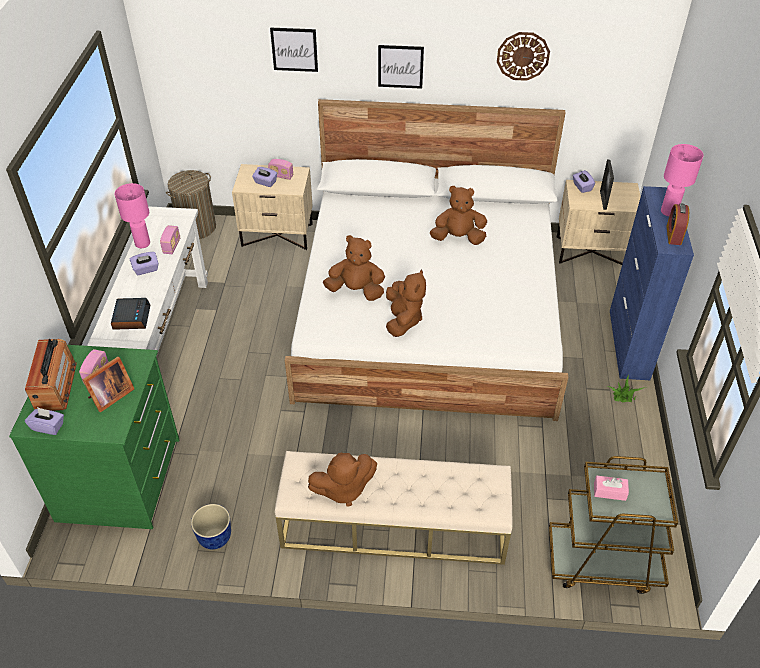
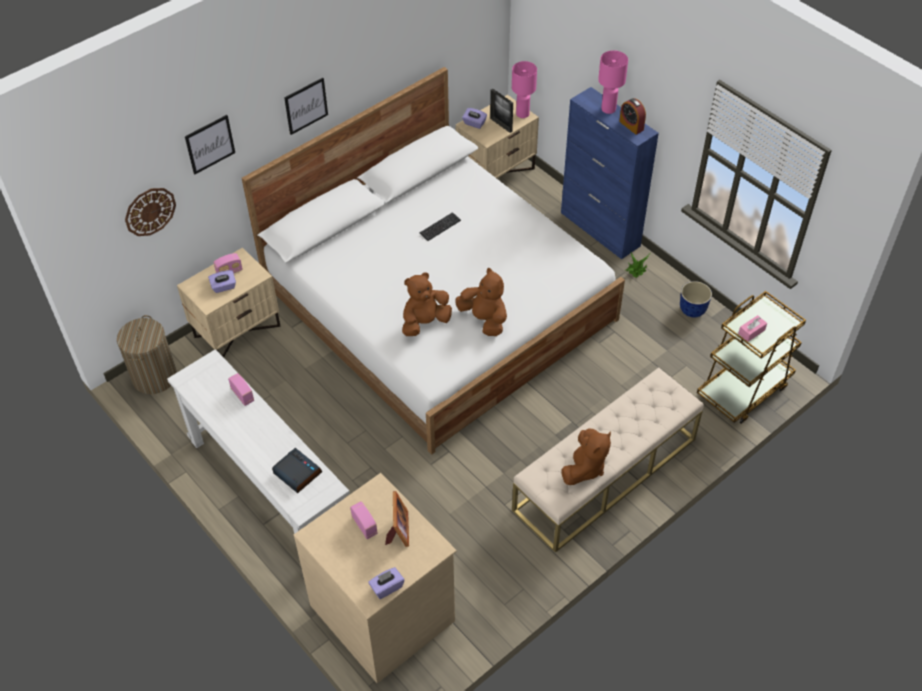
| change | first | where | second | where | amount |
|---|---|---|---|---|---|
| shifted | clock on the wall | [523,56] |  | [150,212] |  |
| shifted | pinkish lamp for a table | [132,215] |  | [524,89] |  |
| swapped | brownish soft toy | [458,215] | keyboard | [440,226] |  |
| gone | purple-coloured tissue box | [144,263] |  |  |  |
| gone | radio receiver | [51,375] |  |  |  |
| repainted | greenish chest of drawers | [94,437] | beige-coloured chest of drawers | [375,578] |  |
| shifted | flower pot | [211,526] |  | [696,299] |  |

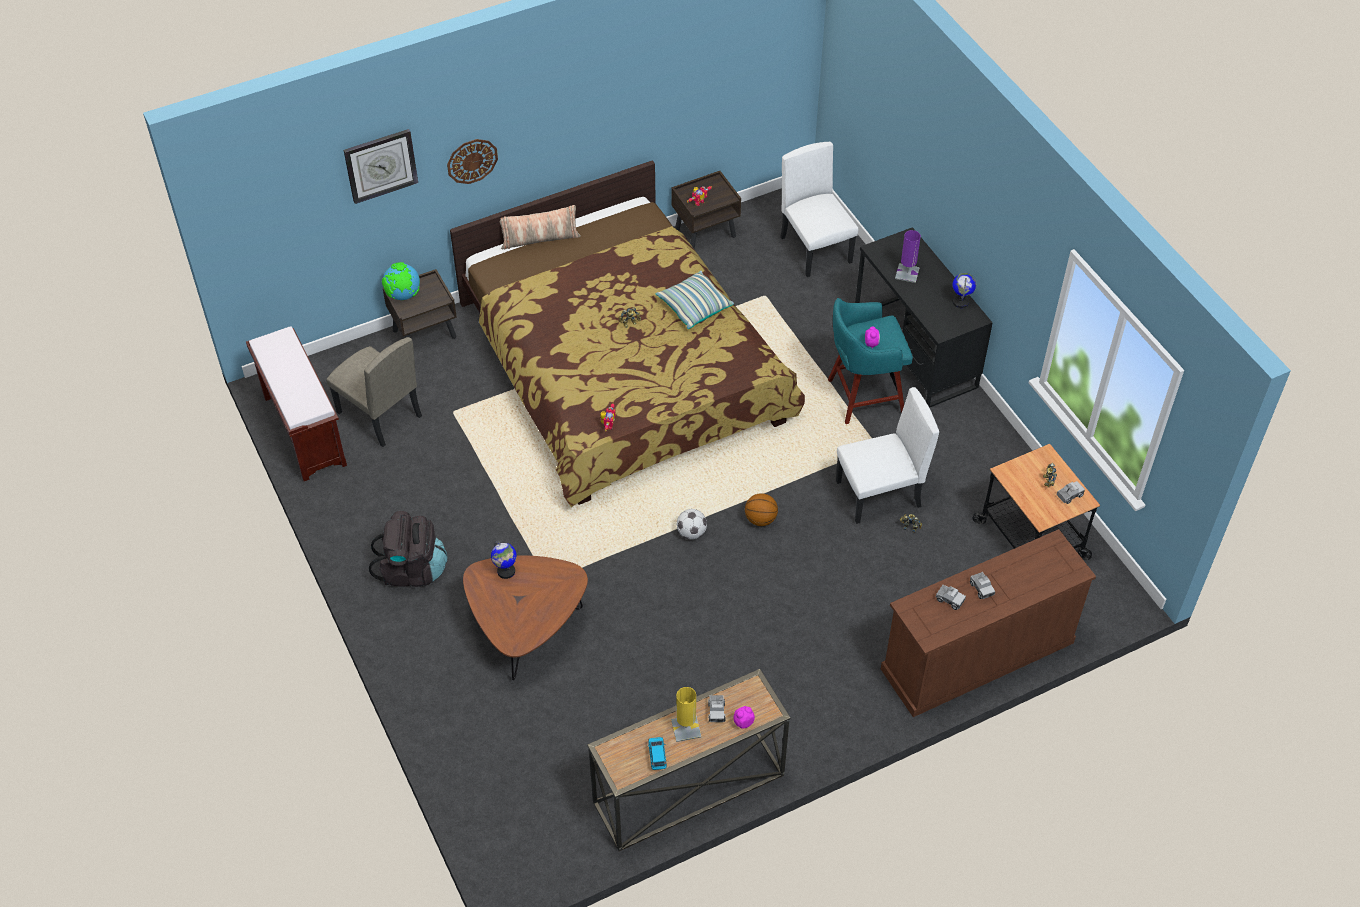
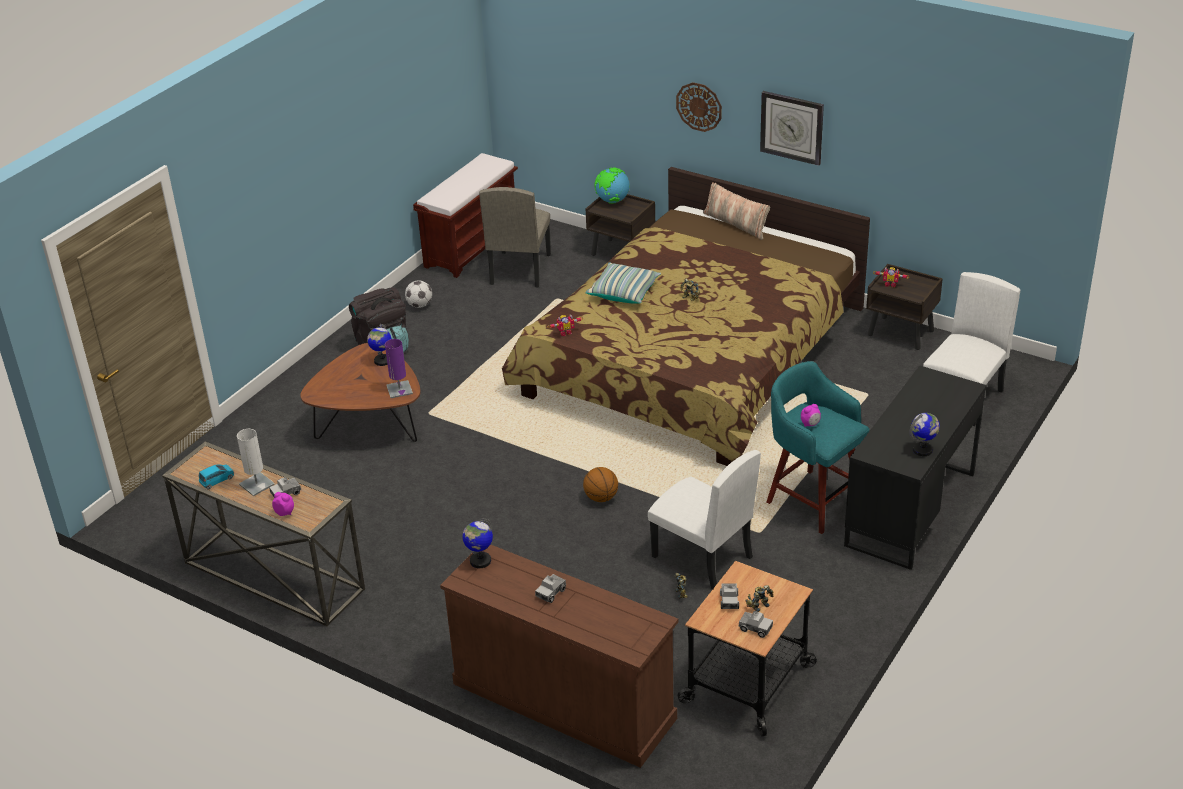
| change | first | where | second | where | amount |
|---|---|---|---|---|---|
| shifted | clock on the wall | [381,166] |  | [792,128] |  |
| shifted | purple-coloured lamp for a table | [908,256] |  | [399,368] |  |
| shifted | pillow | [695,300] |  | [623,283] |  |
| shifted | football ball | [692,524] |  | [418,294] |  |
| shifted | model truck | [951,597] |  | [729,596] |  |
| repainted | yellow lamp for a table | [686,714] | white-coloured lamp for a table | [256,462] |  |
| new |  |  | desk globe | [477,543] |  |

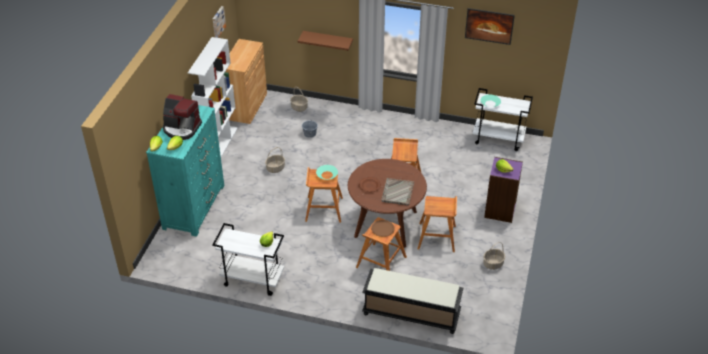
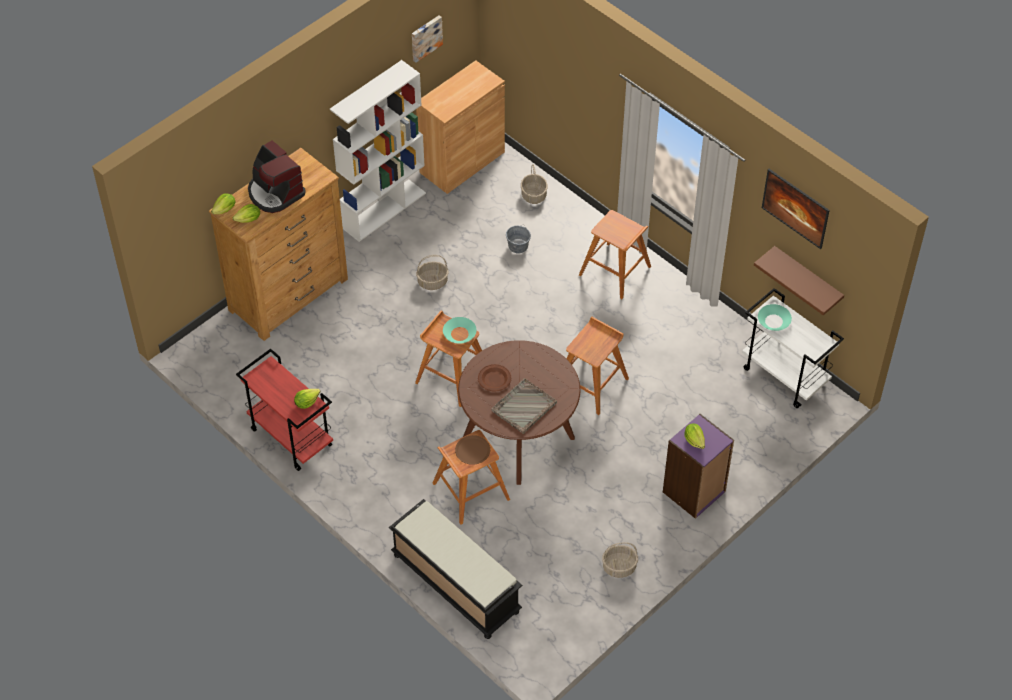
| change | first | where | second | where | amount |
|---|---|---|---|---|---|
| shifted | brownish wall shelf | [325,41] |  | [799,280] |  |
| repainted | blue-green chest of drawers | [185,171] | brownish chest of drawers | [278,244] |  |
| shifted | brownish stool | [437,224] |  | [615,254] |  |
| repainted | white-coloured wheeled cart | [248,259] | reddish wheeled cart | [284,410] |  |

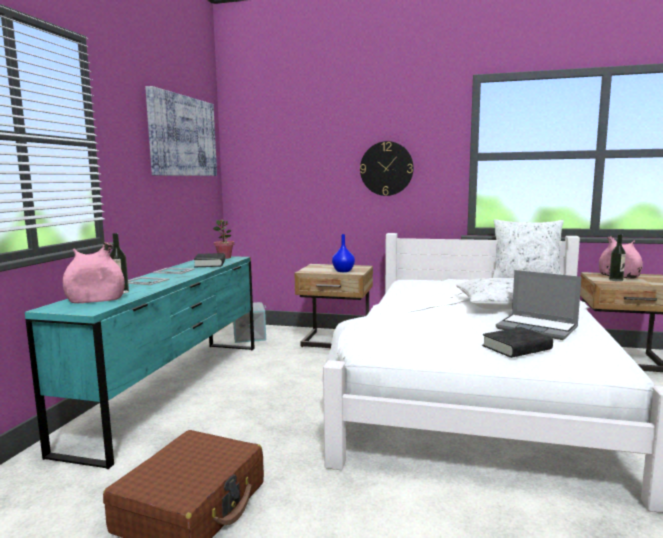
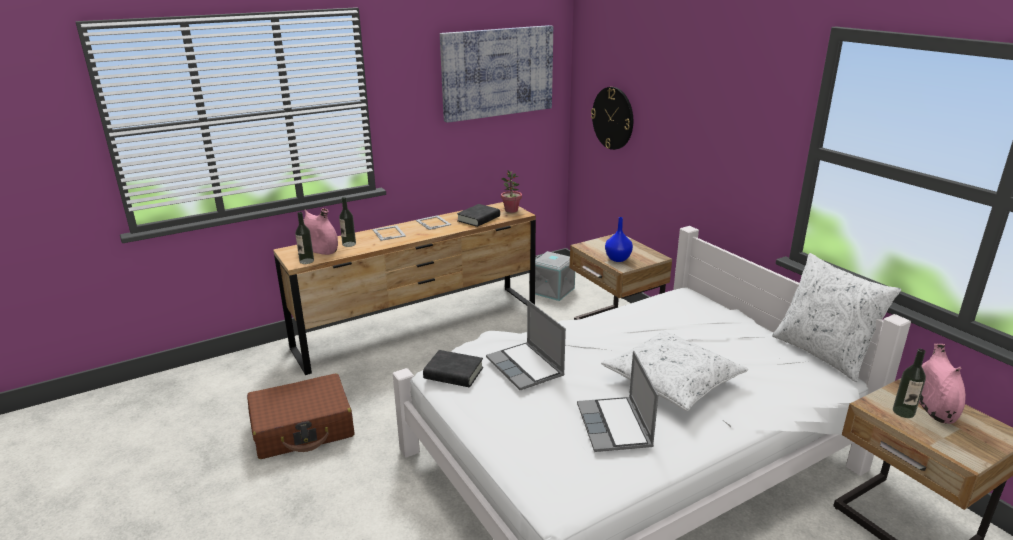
| change | first | where | second | where | amount |
|---|---|---|---|---|---|
| shifted | clock on the wall | [387,168] |  | [612,118] |  |
| repainted | blue-green chest of drawers | [140,362] | brownish chest of drawers | [404,288] |  |
| shifted | black-coloured bound book | [517,342] |  | [453,368] |  |
| new |  |  | beverage bottle | [304,238] |  |
| new |  |  | laptop | [526,345] |  |

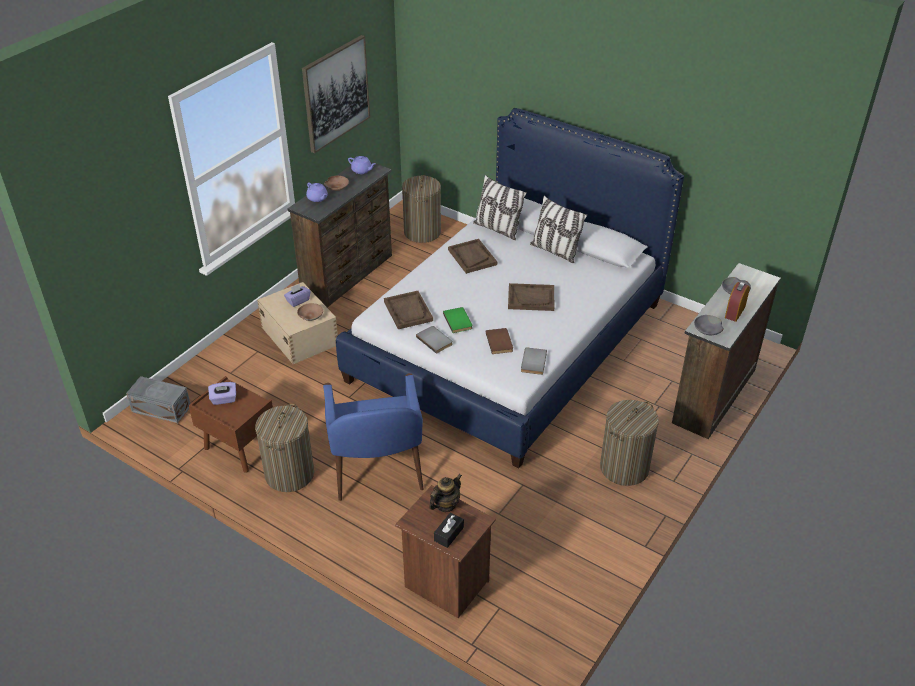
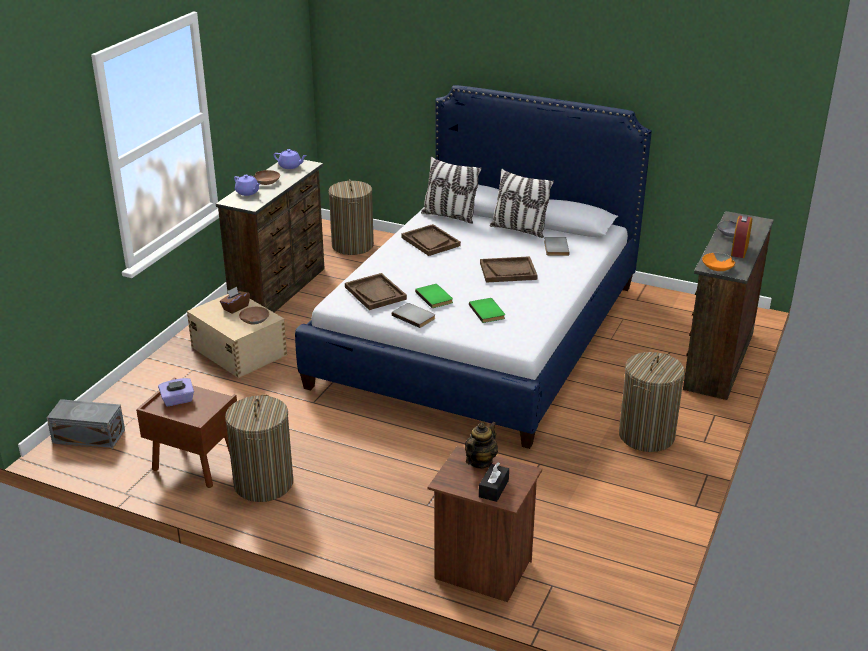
| change | first | where | second | where | amount |
|---|---|---|---|---|---|
| gone | picture | [336,94] |  |  |  |
| repainted | purple-coloured tissue box | [297,295] | brownish tissue box | [235,300] |  |
| repainted | grey deep dish | [709,325] | orange deep dish | [719,262] |  |
| repainted | brownish bound book | [499,341] | greenish bound book | [487,310] |  |
| shifted | grey bound book | [534,361] |  | [556,246] |  |
| gone | bluish easy chair | [373,437] |  |  |  |

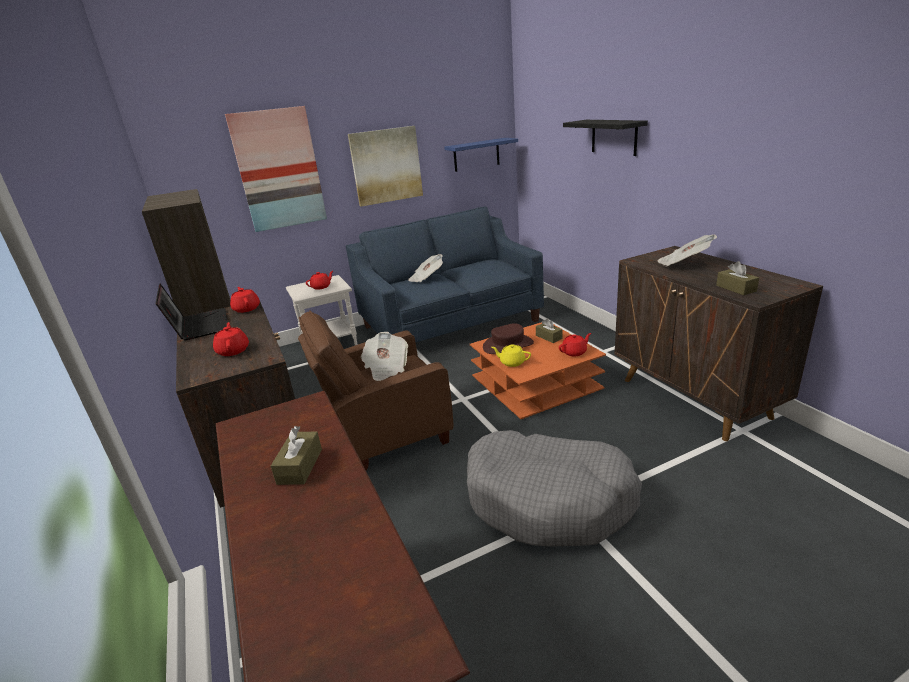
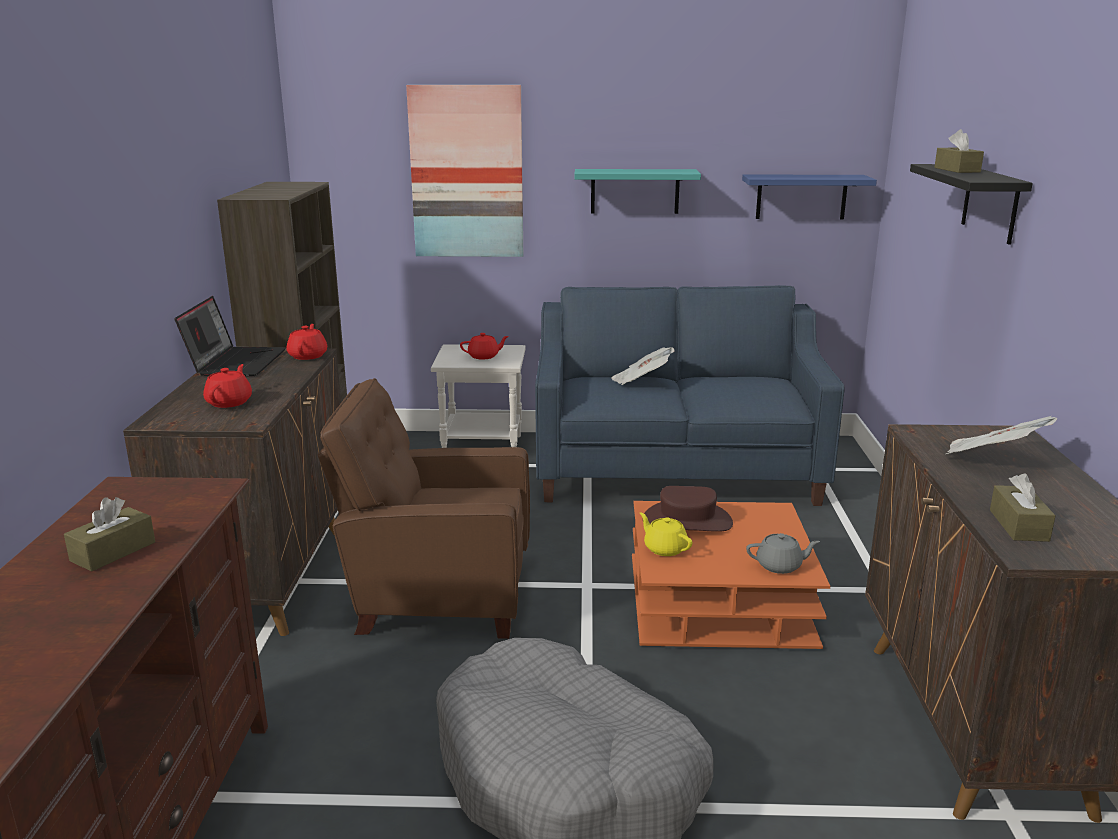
| change | first | where | second | where | amount |
|---|---|---|---|---|---|
| swapped | picture | [385,166] | blue-green wall shelf | [637,191] |  |
| shifted | brownish tissue box | [549,330] |  | [959,151] |  |
| gone | printed paper | [384,356] |  |  |  |
| repainted | reddish teapot | [575,344] | grey teapot | [783,553] |  |

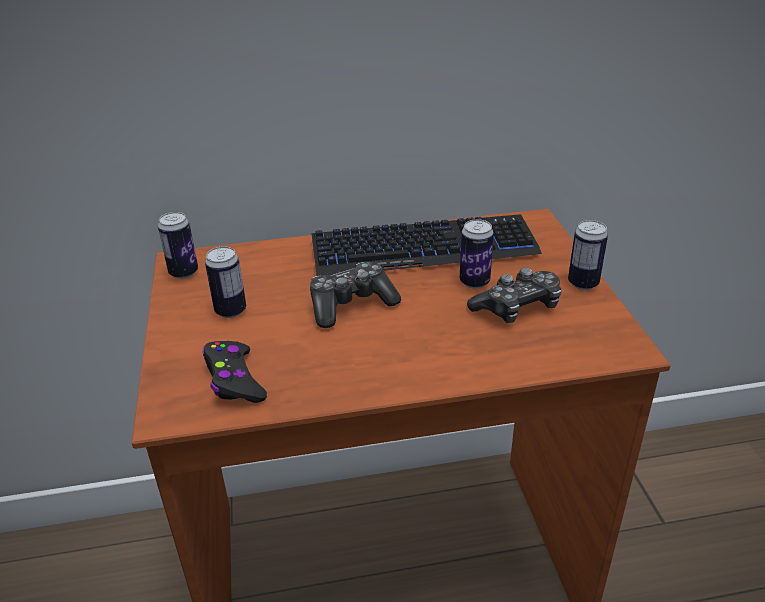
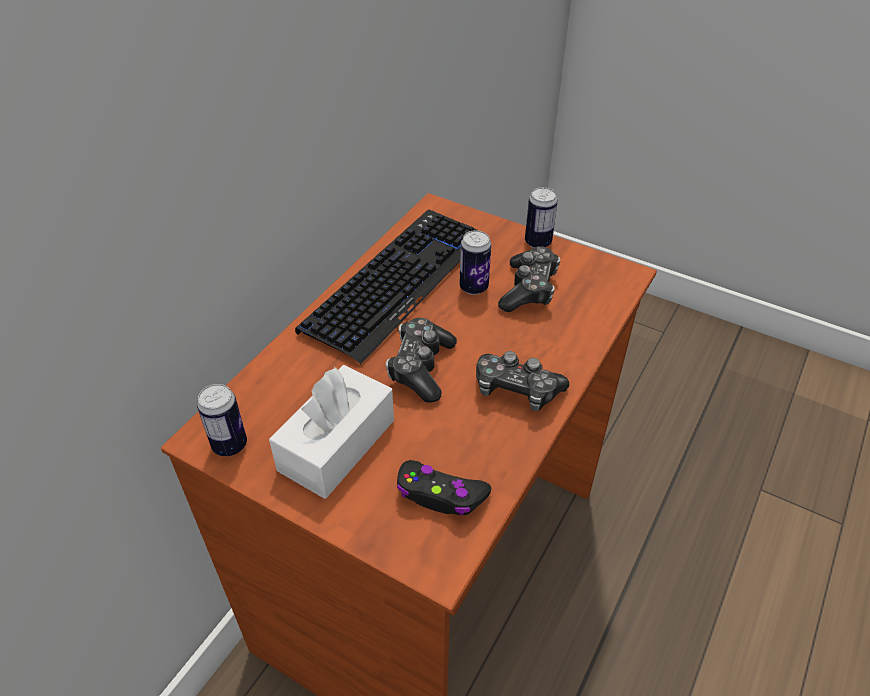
| change | first | where | second | where | amount |
|---|---|---|---|---|---|
| swapped | metal can | [225,282] | white-coloured tissue box | [331,432] |  |
| new |  |  | joypad | [522,381] |  |

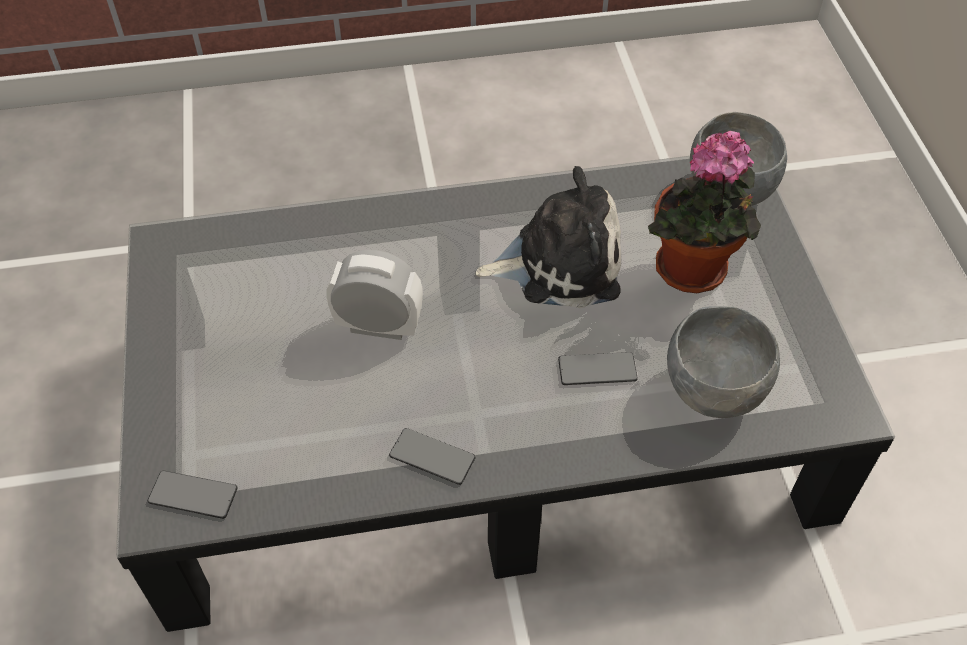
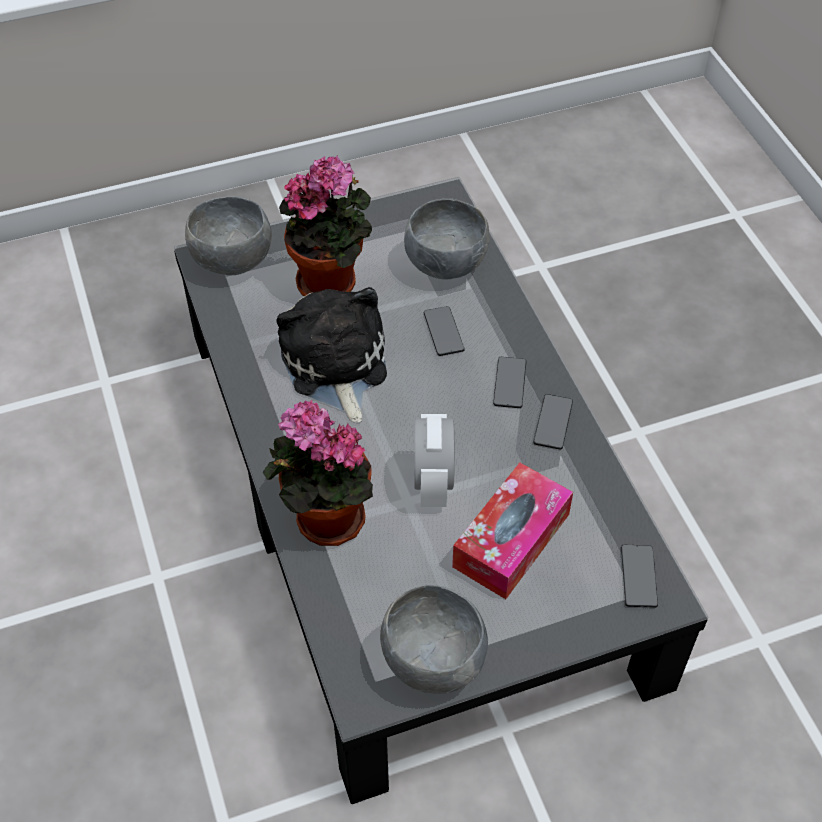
| change | first | where | second | where | amount |
|---|---|---|---|---|---|
| new |  |  | phone | [509,382] |  |
| new |  |  | houseplant | [318,473] |  |
| new |  |  | tissue box | [512,531] |  |
| new |  |  | grey deep dish | [434,639] |  |

